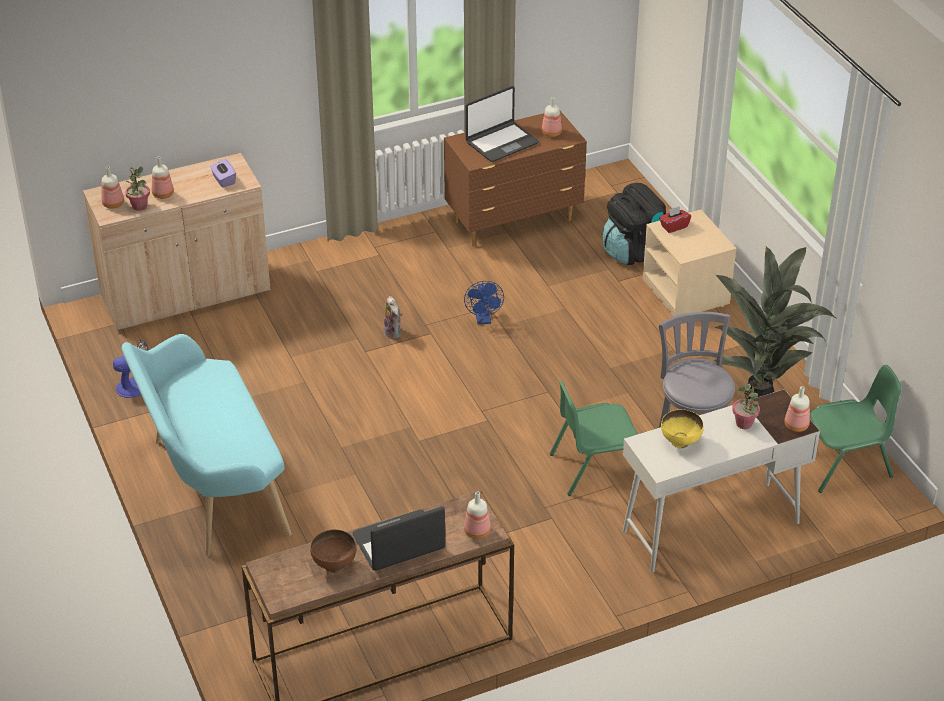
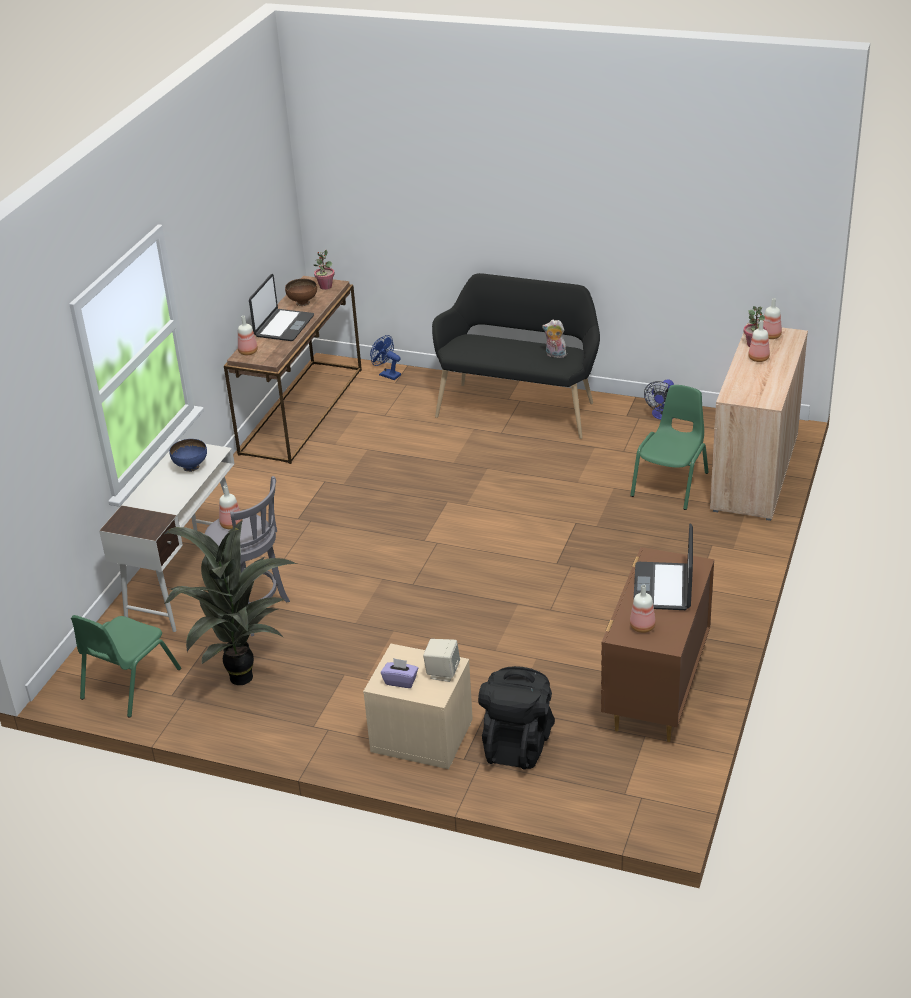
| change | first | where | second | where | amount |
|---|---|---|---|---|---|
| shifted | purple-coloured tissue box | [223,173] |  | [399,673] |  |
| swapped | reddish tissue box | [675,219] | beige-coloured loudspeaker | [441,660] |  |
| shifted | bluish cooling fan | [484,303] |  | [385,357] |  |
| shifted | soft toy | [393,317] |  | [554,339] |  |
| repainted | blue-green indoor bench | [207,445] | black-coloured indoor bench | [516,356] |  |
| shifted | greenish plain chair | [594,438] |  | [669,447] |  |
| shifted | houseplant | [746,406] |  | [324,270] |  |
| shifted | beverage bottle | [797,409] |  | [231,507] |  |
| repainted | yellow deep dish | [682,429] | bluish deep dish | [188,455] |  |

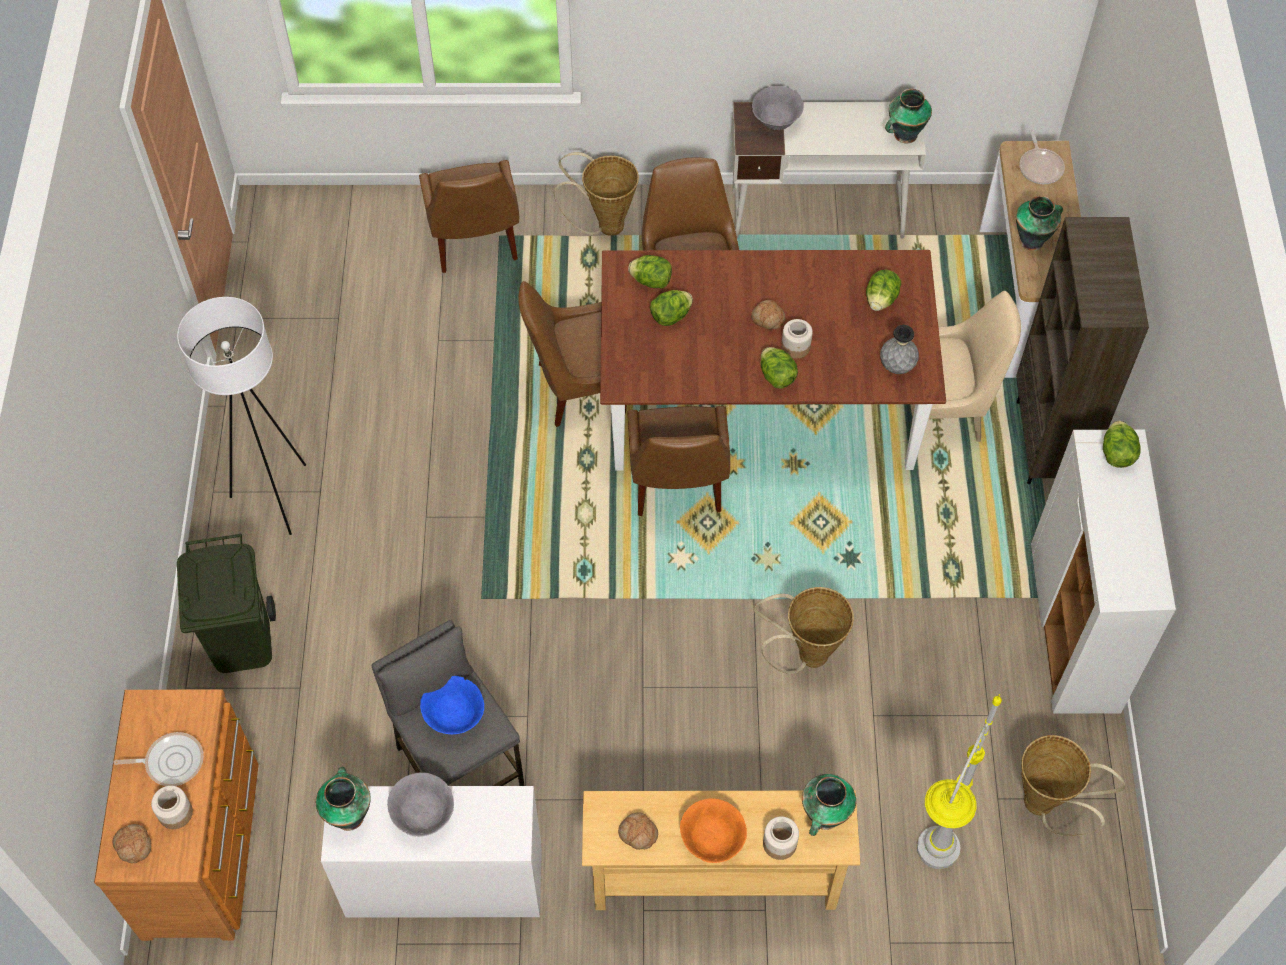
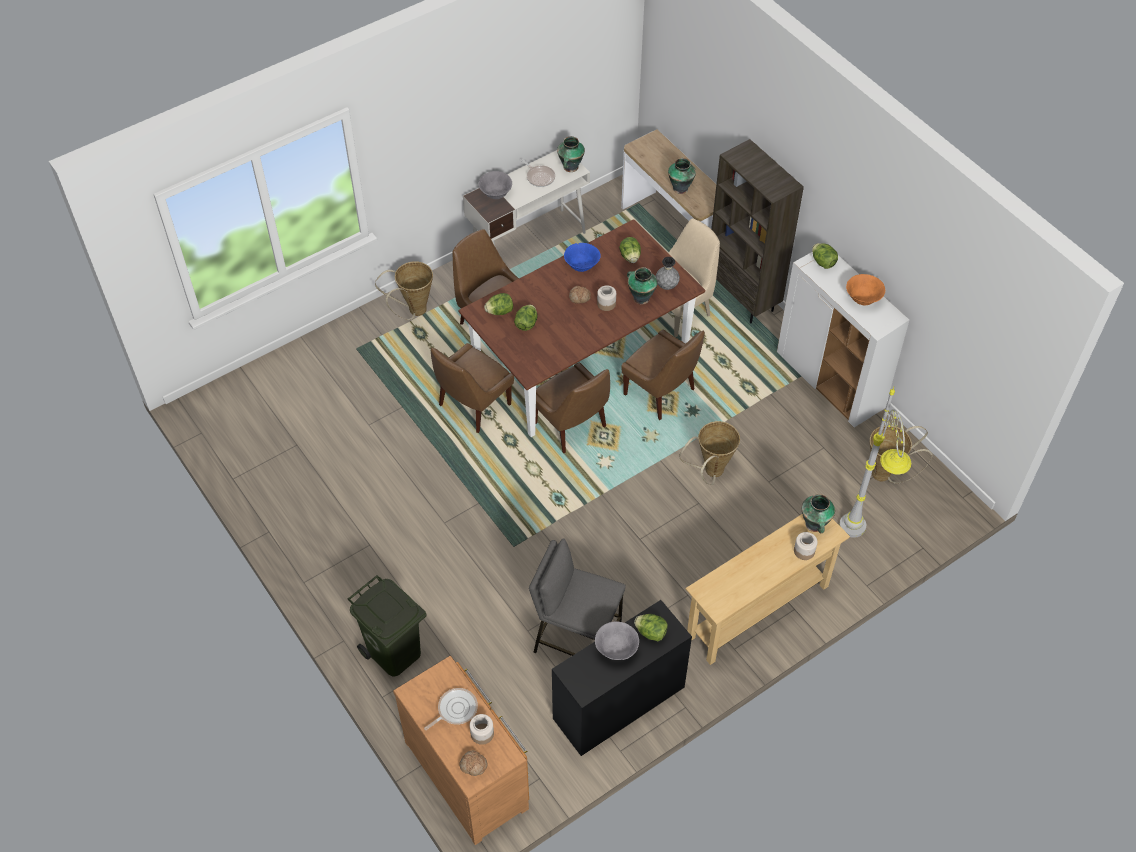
| change | first | where | second | where | amount |
|---|---|---|---|---|---|
| shifted | frying pan | [1042,156] |  | [538,173] |  |
| shifted | brownish plain chair | [469,216] |  | [663,375] |  |
| gone | white-coloured standard lamp | [241,416] |  |  |  |
| shifted | head of lettuce | [779,367] |  | [651,627] |  |
| shifted | bluish deep dish | [452,705] |  | [582,257] |  |
| shifted | vase | [343,799] |  | [642,285] |  |
| repainted | white-coloured desk | [431,852] | black-coloured desk | [622,678] |  |
| shifted | orange deep dish | [713,830] |  | [865,289] |  |
| gone | bakery bread | [638,831] |  |  |  |

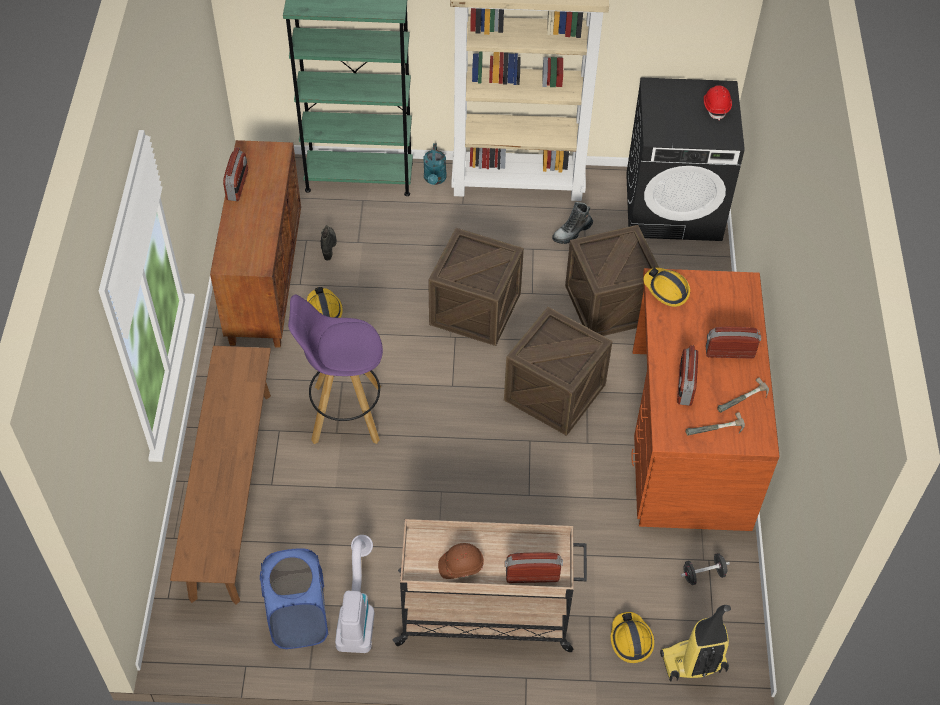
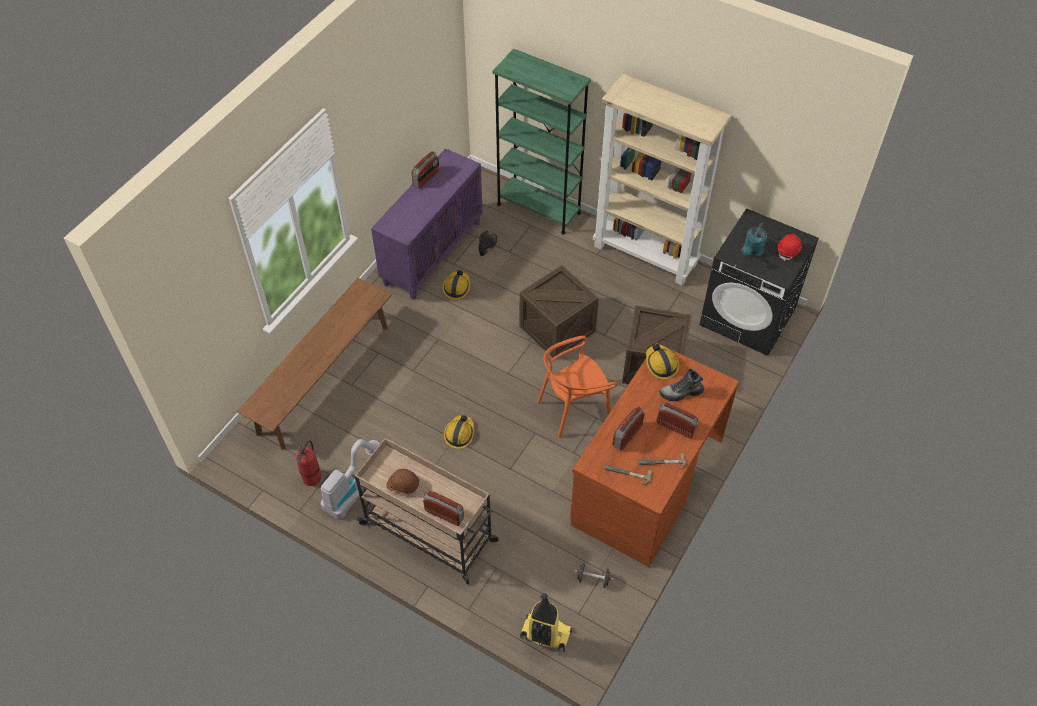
| change | first | where | second | where | amount |
|---|---|---|---|---|---|
| repainted | brownish storage cabinet | [255,244] | purple-coloured storage cabinet | [427,224] |  |
| shifted | blue-green watering can | [435,164] |  | [754,239] |  |
| shifted | boot | [572,223] |  | [681,384] |  |
| gone | purple-coloured stool | [335,369] |  |  |  |
| swapped | shipping crate | [558,371] | orange plain chair | [577,386] |  |
| swapped | bluish hamper | [294,598] | fire-fighting cylinder | [309,463] |  |
| shifted | work helmet | [632,637] |  | [459,432] |  |

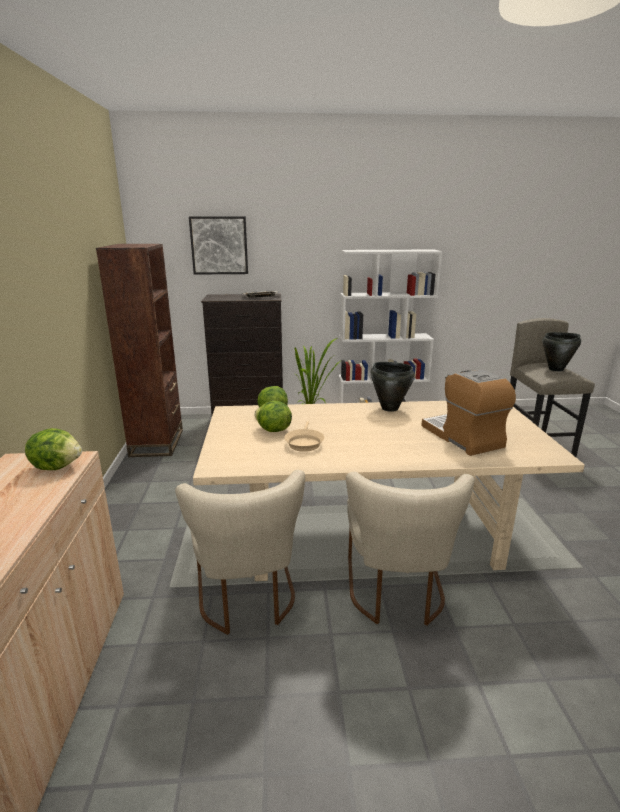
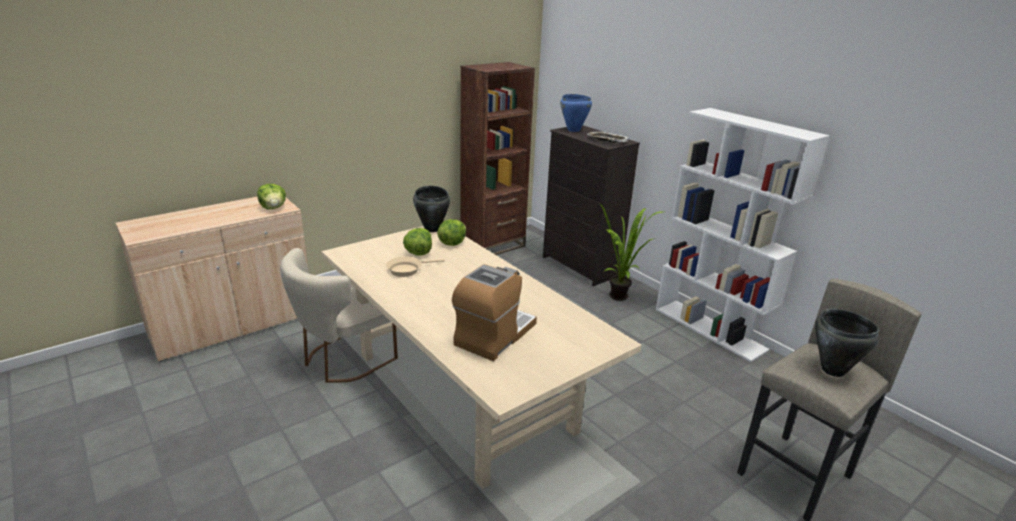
| change | first | where | second | where | amount |
|---|---|---|---|---|---|
| gone | picture | [218,245] |  |  |  |
| shifted | black-coloured cooking pot | [393,387] |  | [431,209] |  |
| gone | beige-coloured plain chair | [410,549] |  |  |  |
| new |  |  | bluish cooking pot | [576,113] |  |

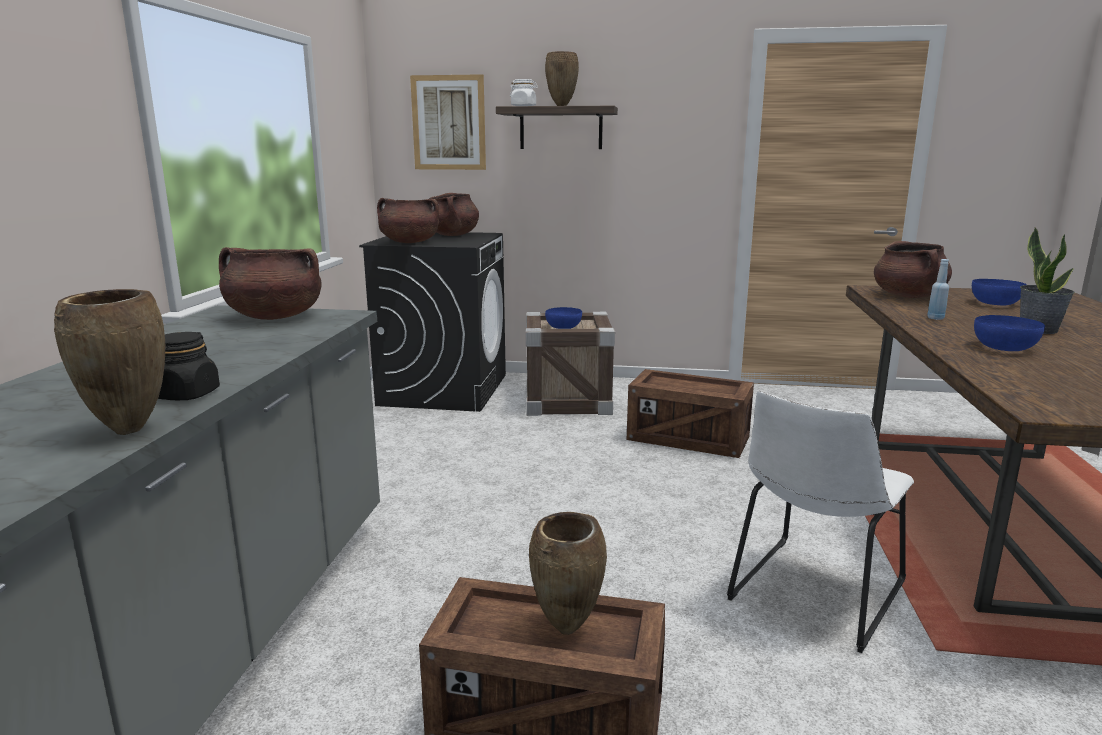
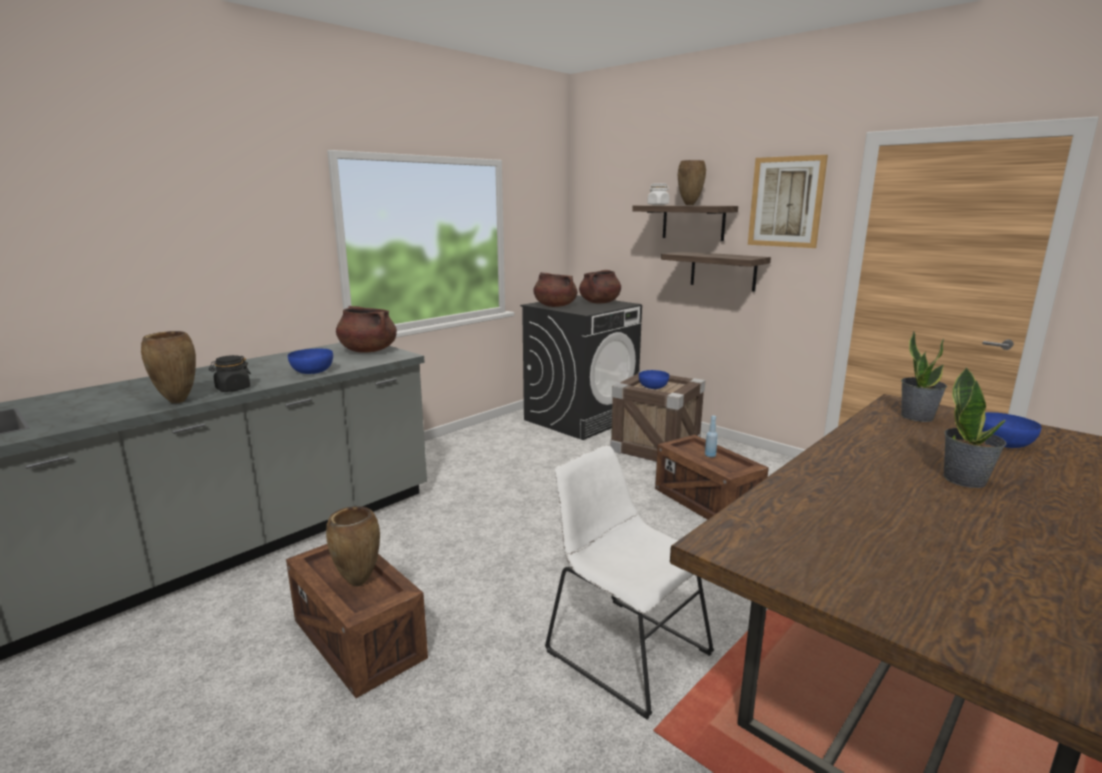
| change | first | where | second | where | amount |
|---|---|---|---|---|---|
| shifted | picture | [448,122] |  | [788,201] |  |
| swapped | brownish cooking pot | [913,269] | houseplant | [924,376] |  |
| shifted | bluish beverage bottle | [938,289] |  | [711,436] |  |
| shifted | bluish deep dish | [1009,333] |  | [310,361] |  |
| rotated | white-coloured plain chair | [820,522] |  | [629,582] | 60 degrees clockwise |
| new |  |  | wall shelf | [716,271] |  |

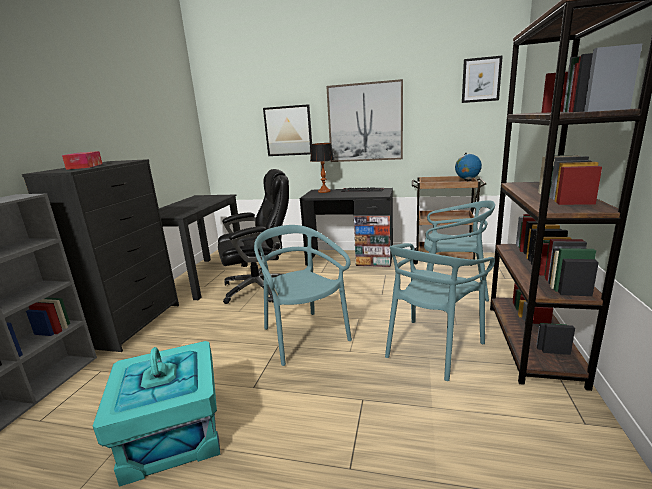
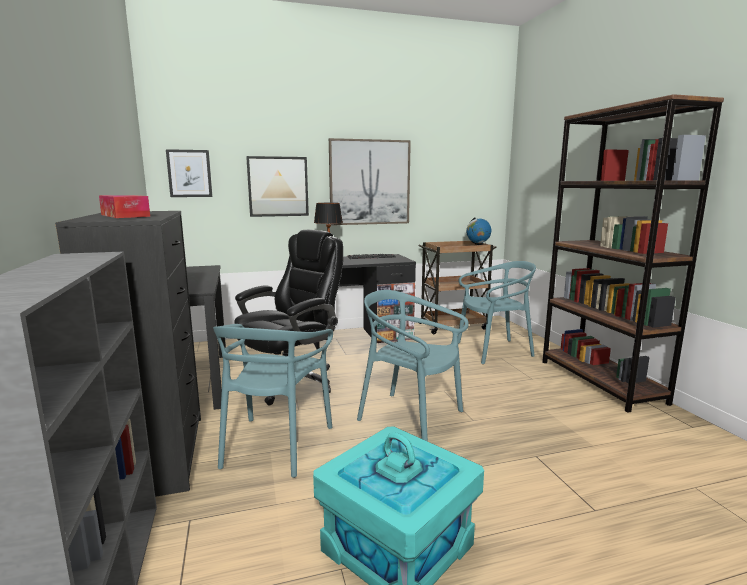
| change | first | where | second | where | amount |
|---|---|---|---|---|---|
| shifted | picture | [482,79] |  | [189,173] |  |
| shifted | blue-green plain chair | [440,312] |  | [273,401] |  |

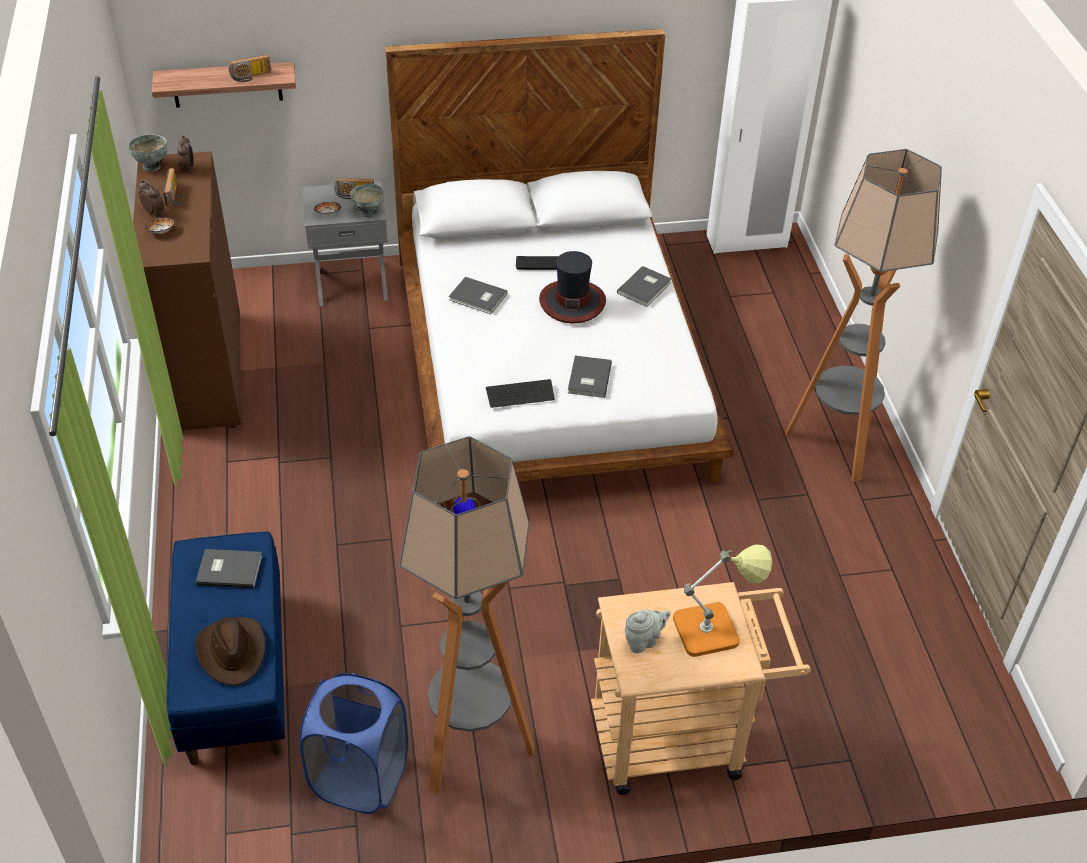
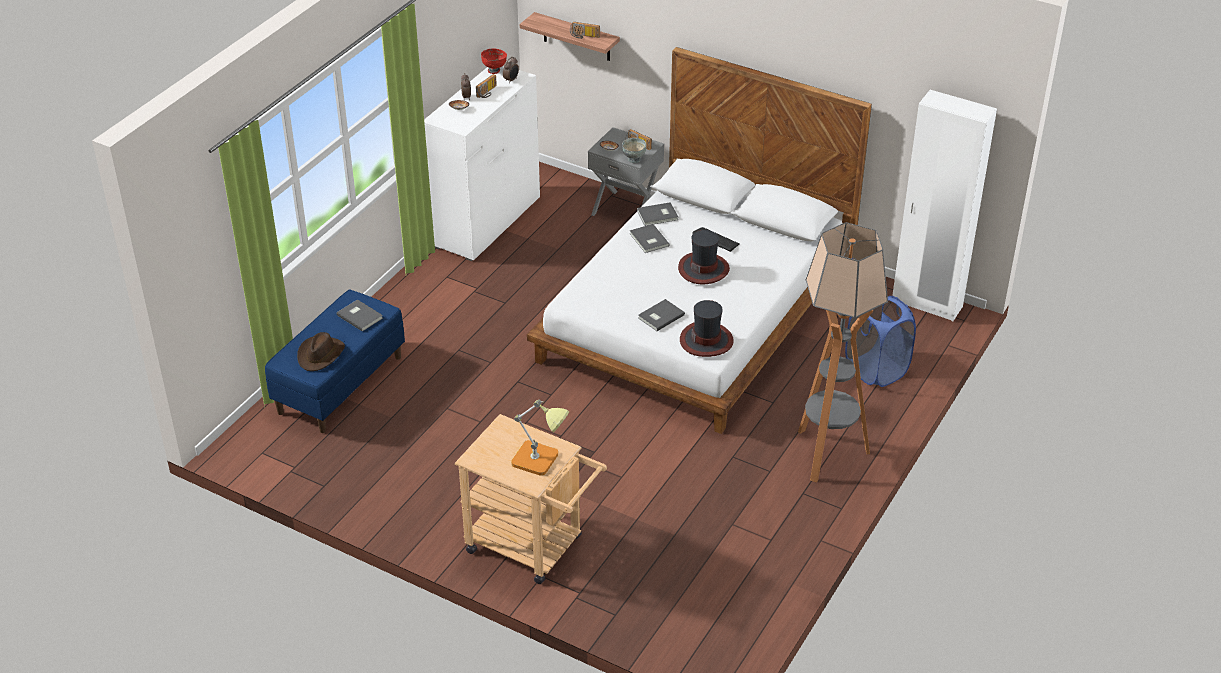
| change | first | where | second | where | amount |
|---|---|---|---|---|---|
| repainted | grey deep dish | [148,153] | reddish deep dish | [494,61] |  |
| repainted | brownish chest of drawers | [187,290] | white-coloured chest of drawers | [482,163] |  |
| shifted | grey bound book | [644,286] |  | [657,214] |  |
| gone | keyboard | [520,393] |  |  |  |
| gone | standard lamp | [467,615] |  |  |  |
| gone | grey teapot | [647,631] |  |  |  |
| shifted | bluish hamper | [353,743] |  | [880,341] |  |
| new |  |  | clothing hat | [707,328] |  |

